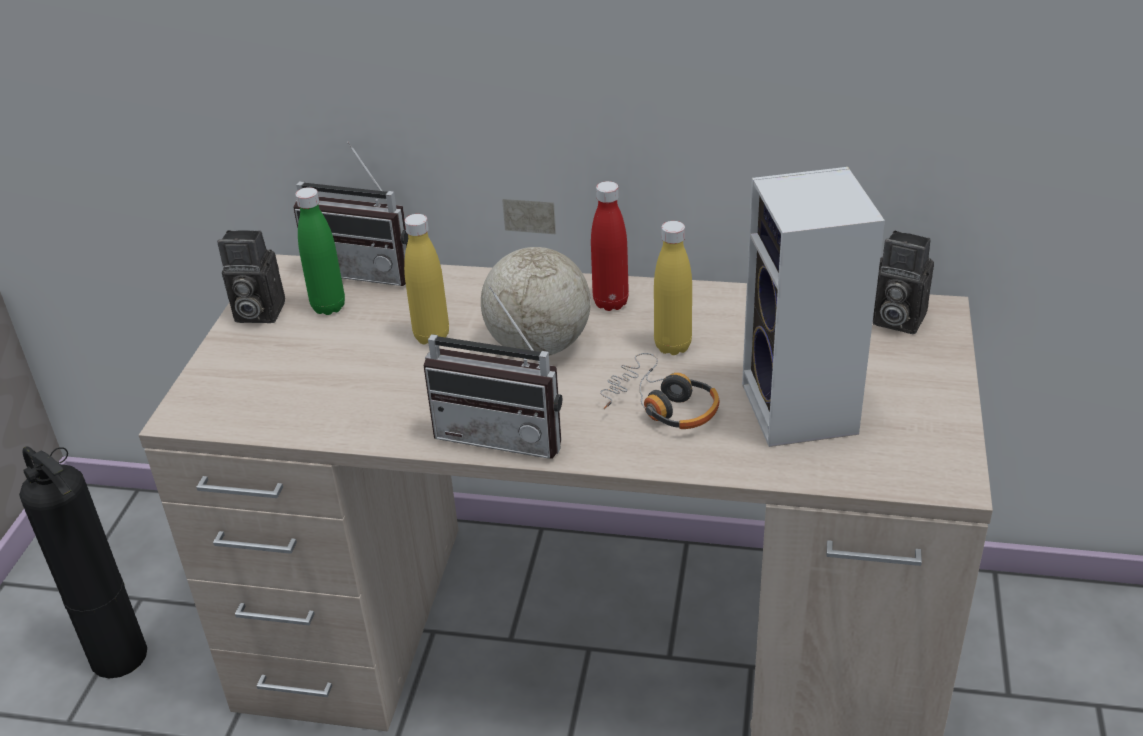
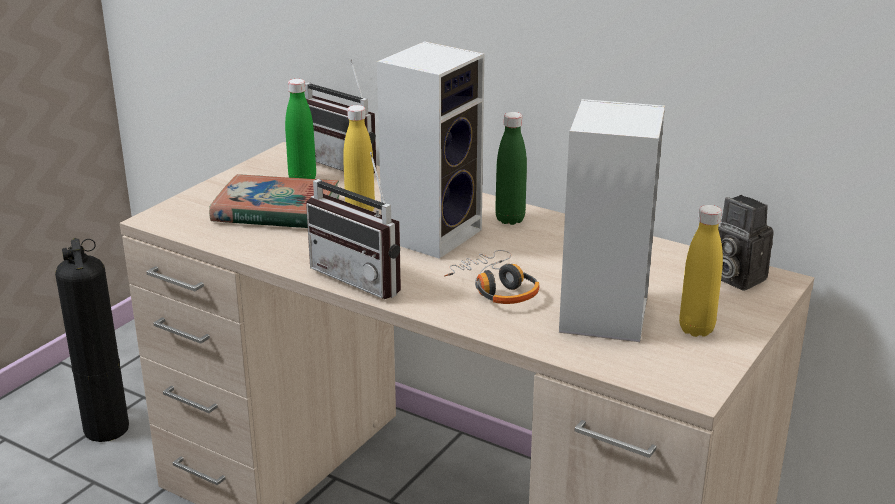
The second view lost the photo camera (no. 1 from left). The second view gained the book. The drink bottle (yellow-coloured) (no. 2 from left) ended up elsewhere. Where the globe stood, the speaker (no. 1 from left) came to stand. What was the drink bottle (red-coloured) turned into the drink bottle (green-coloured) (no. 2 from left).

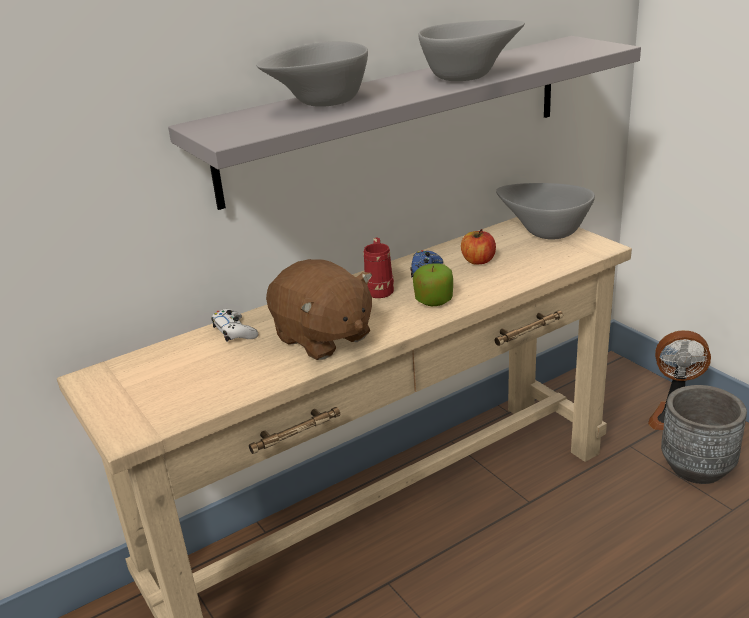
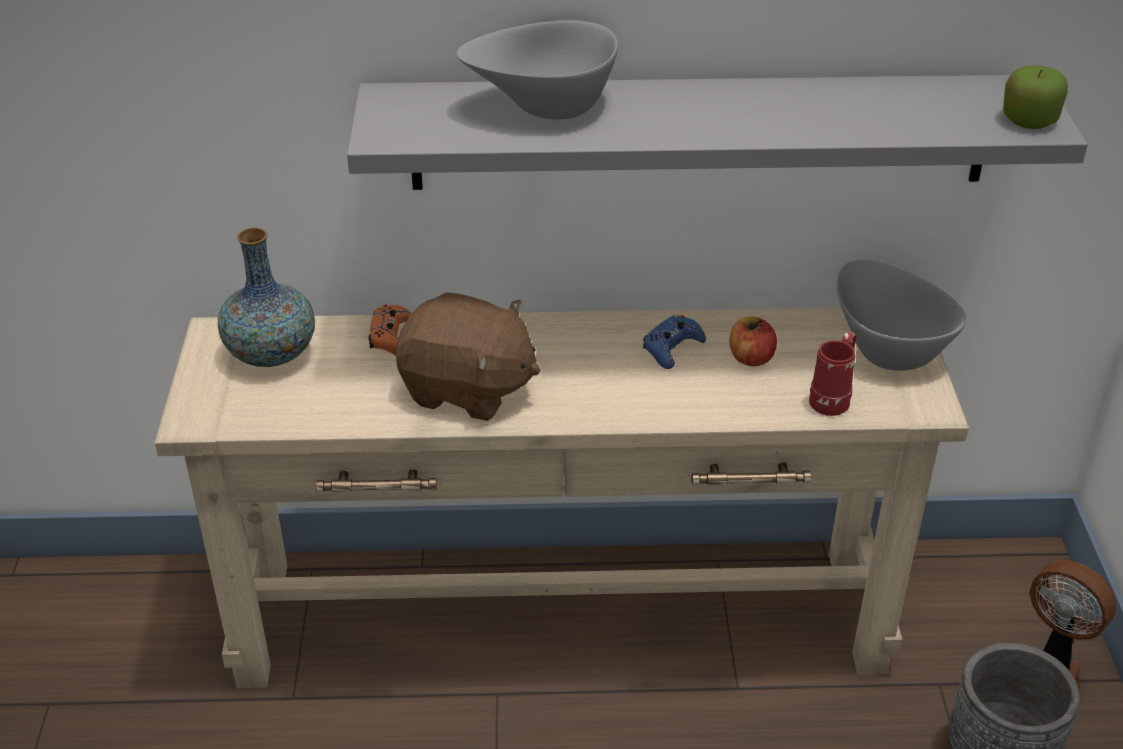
The second view lost the serving bowl (grey) (no. 2 from left). The second view gained the flower vase. The tea mug (red-coloured) ended up elsewhere. The apple fruit (no. 1 from left in the first image) ended up elsewhere. What was the joypad (white-coloured) turned into the joypad (orange). The cuddly toy (brown-coloured) ended up facing another way, 60 degrees counterclockwise from before.

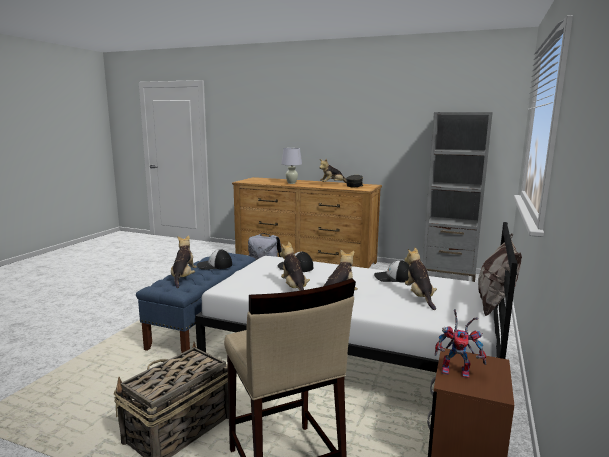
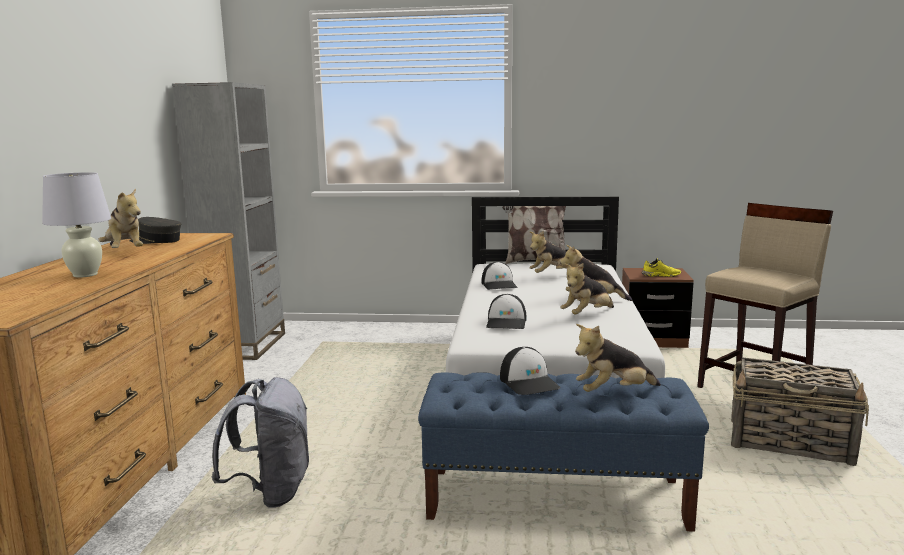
Where the toy robot stood, the item of footwear (yellow-coloured) came to stand.

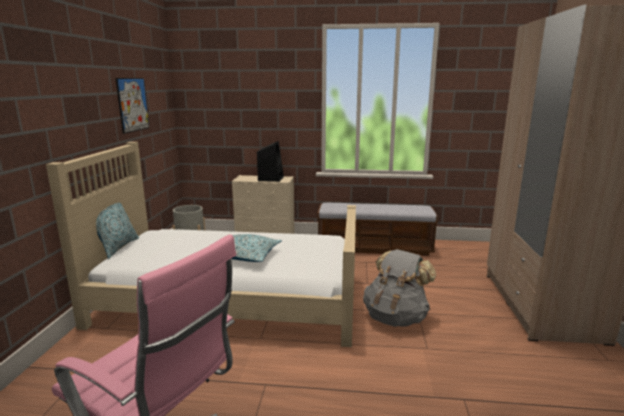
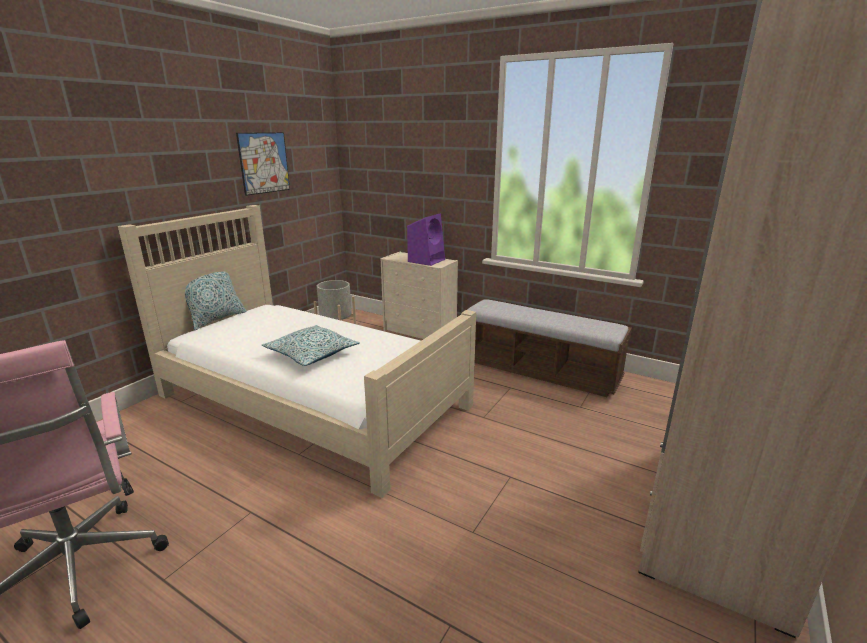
The second view lost the rucksack (grey). What was the speaker (black) turned into the speaker (purple).

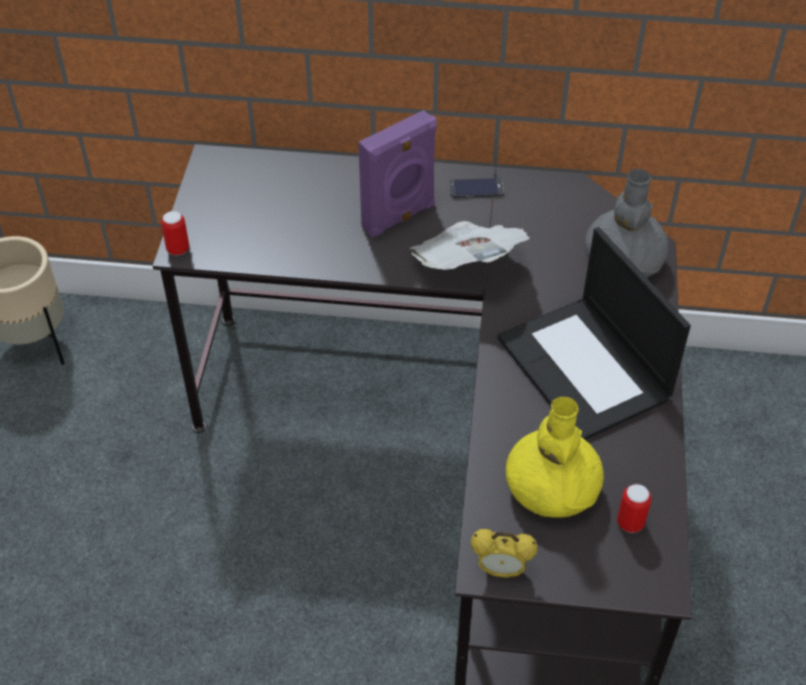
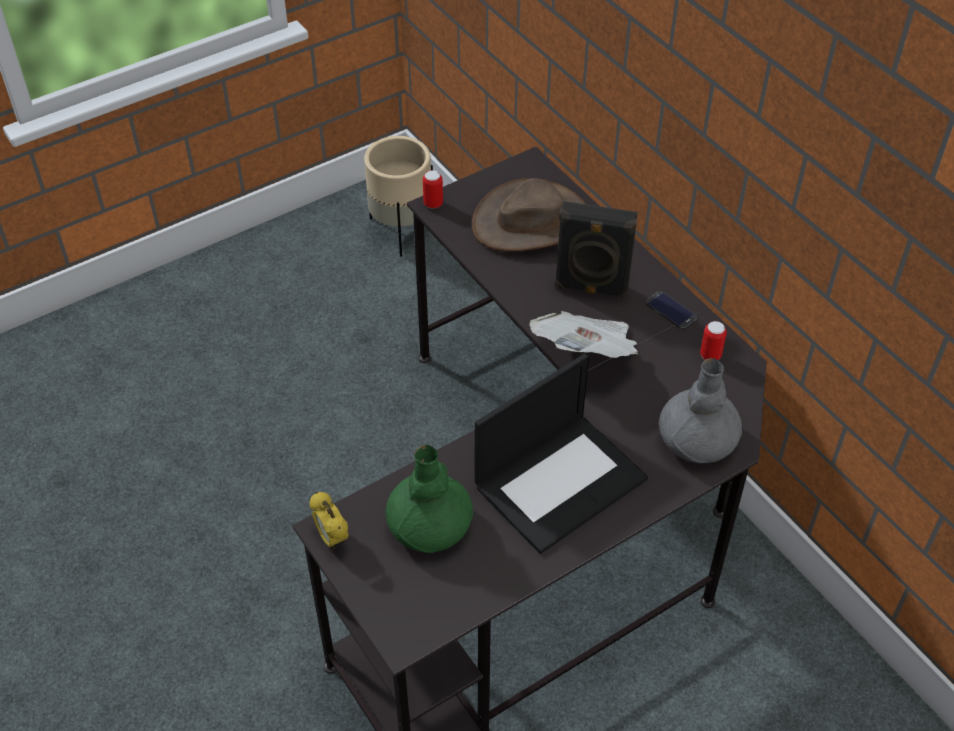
The second view gained the wearable hat (brown-coloured). The can (no. 2 from left) ended up elsewhere. What was the speaker (purple) turned into the speaker (black). What was the flower vase (yellow-coloured) turned into the flower vase (green-coloured). The laptop ended up facing another way, 150 degrees counterclockwise from before.

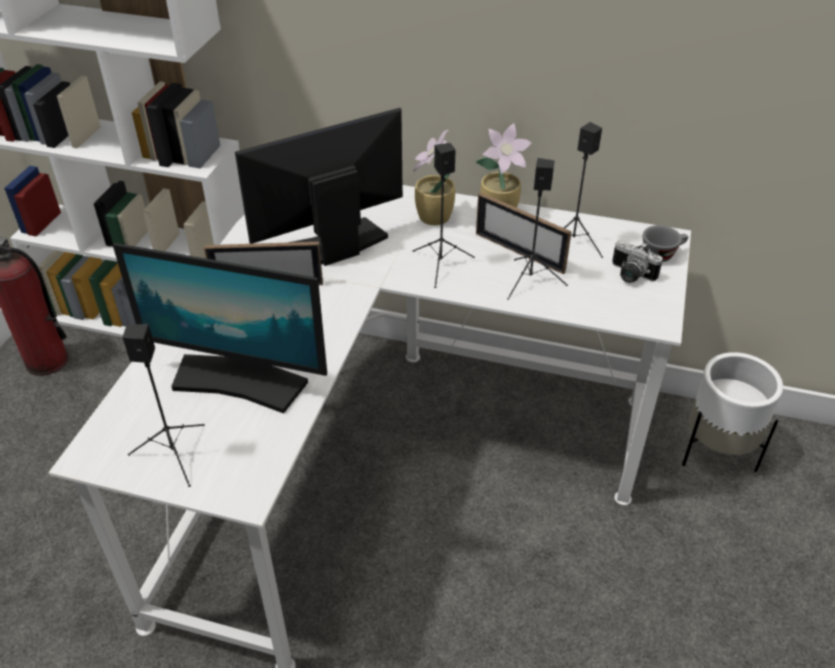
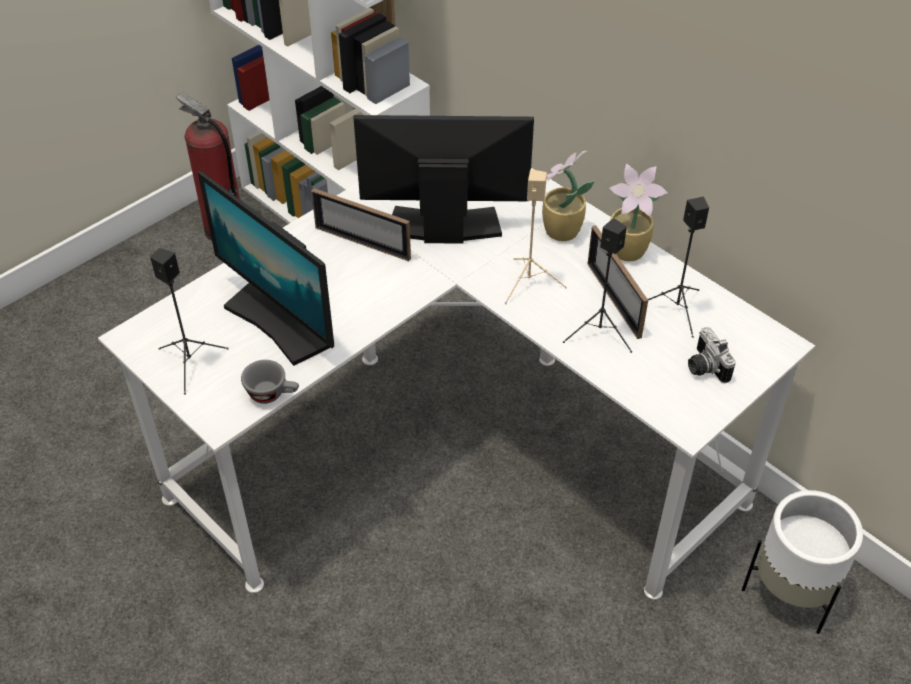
The drinking cup (grey) ended up elsewhere. What was the speaker (black) (no. 2 from left) turned into the speaker (sand-coloured).

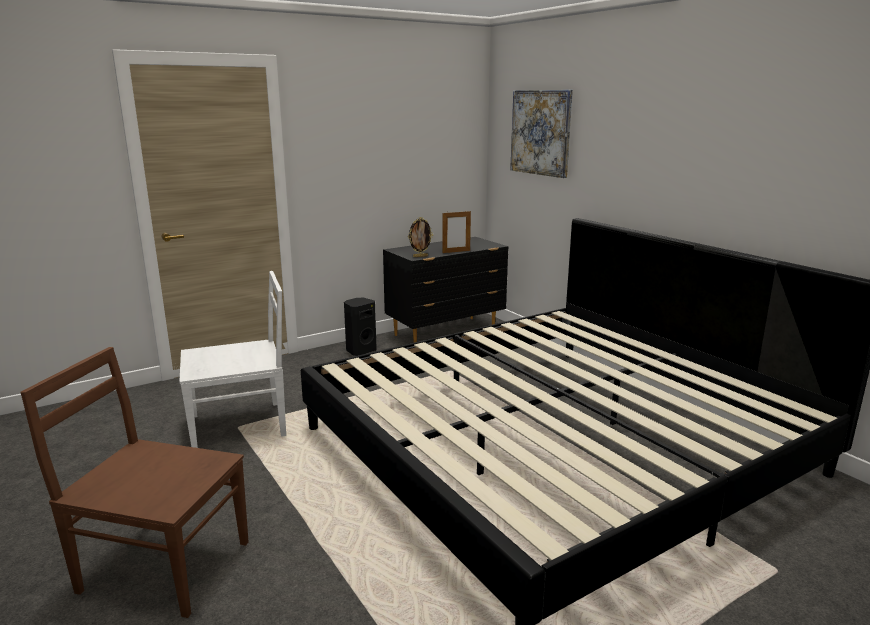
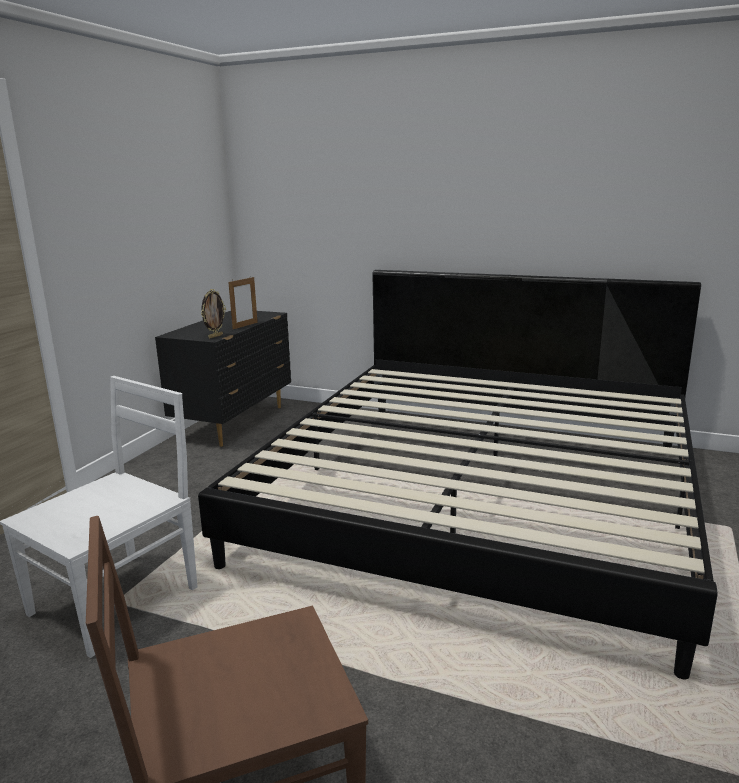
The second view lost the speaker (black). The second view lost the wall picture.

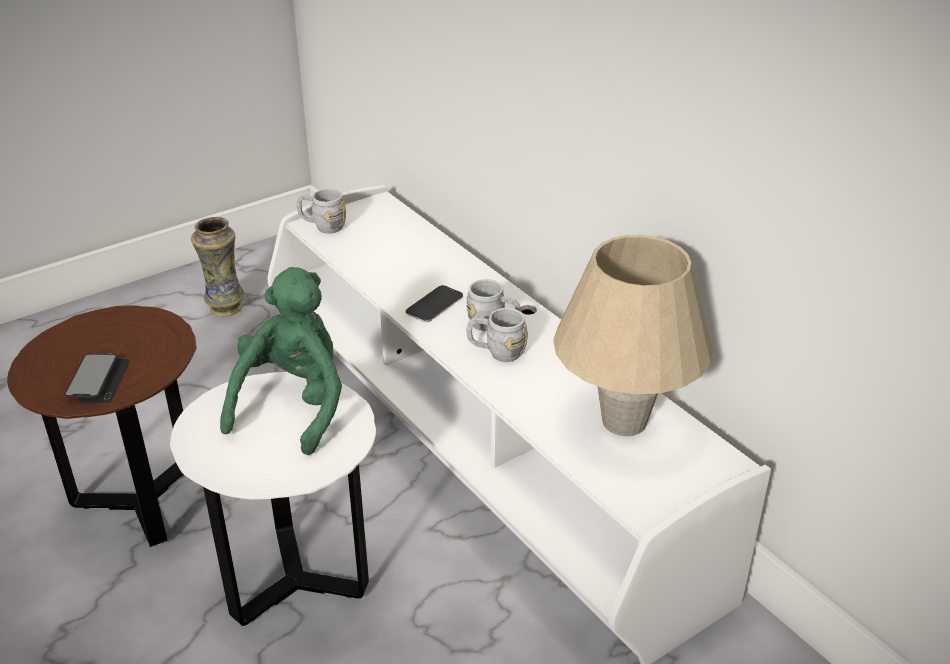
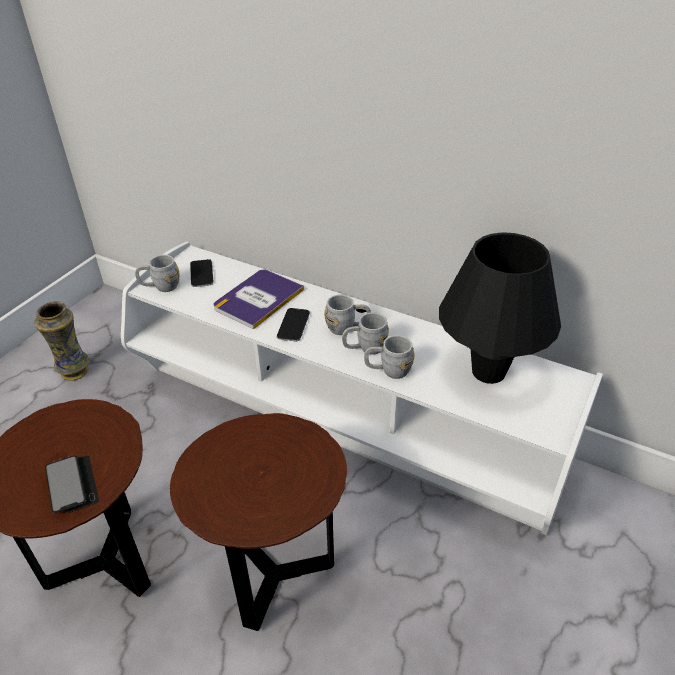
The second view lost the cuddly toy (green-coloured). The second view gained the telephone (no. 2 from left). The second view gained the book. The second view gained the tea mug (grey) (no. 4 from left). What was the accent table (white-coloured) turned into the accent table (brown-coloured) (no. 2 from left). What was the lamp for a table (sand-coloured) turned into the lamp for a table (black).

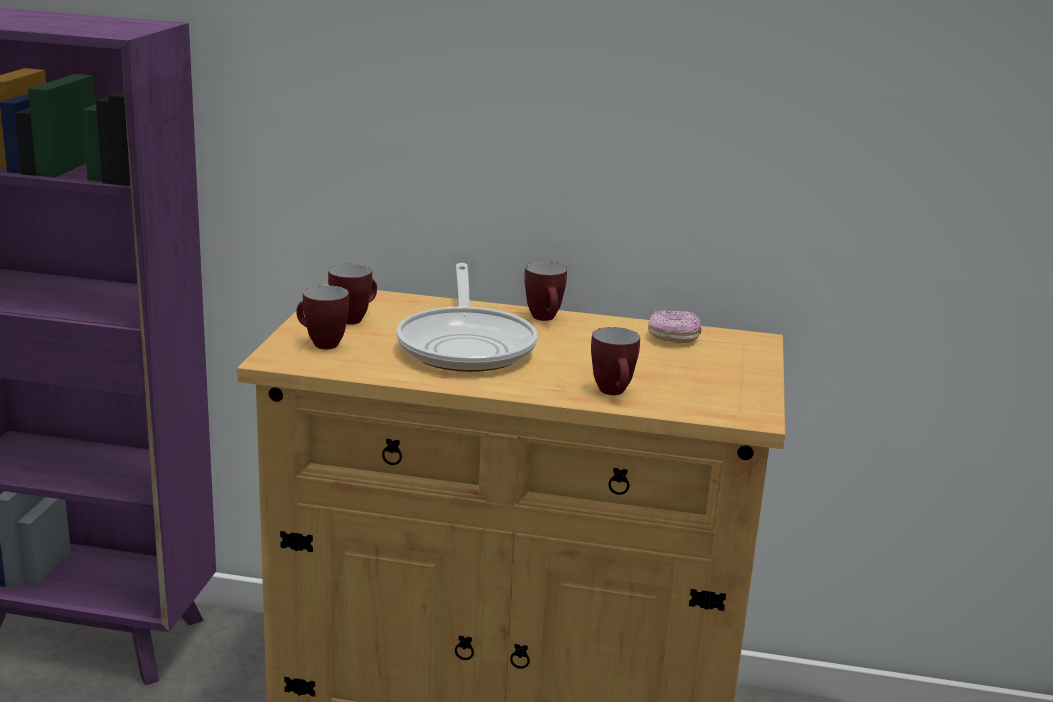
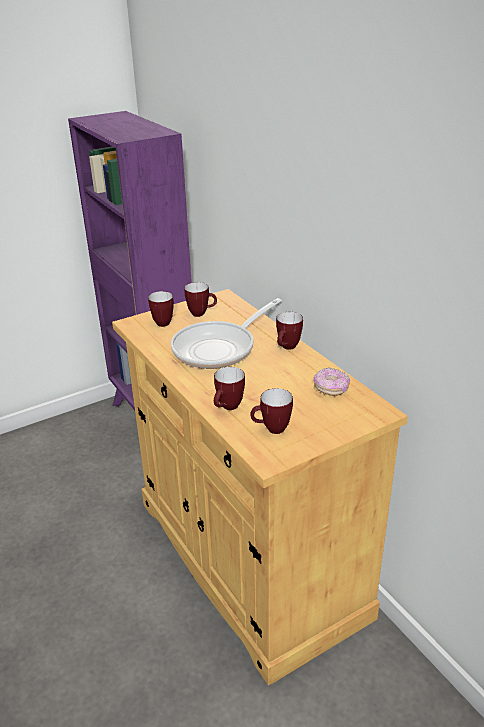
The second view gained the tea mug (no. 4 from left).

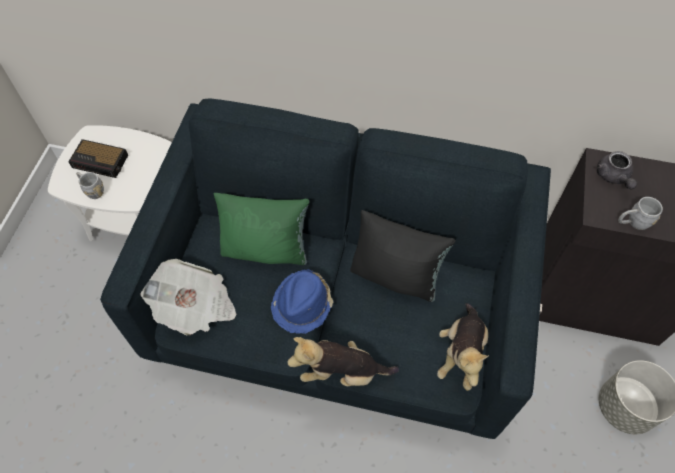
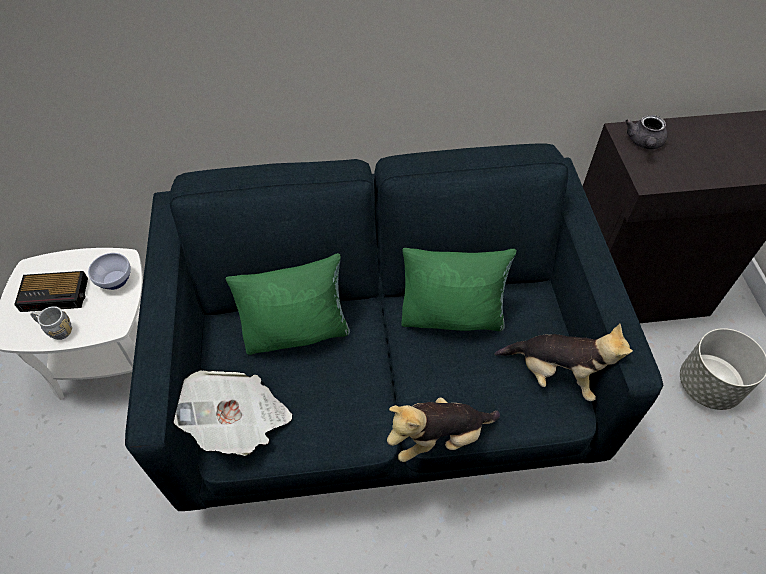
The second view lost the wearable hat (blue-coloured). The second view lost the tea mug (grey) (no. 2 from left). The second view gained the serving bowl. What was the throw pillow (black) turned into the throw pillow (green-coloured) (no. 2 from left). The cuddly toy (no. 2 from left) ended up facing another way, 60 degrees counterclockwise from before. The teapot (grey) ended up facing another way, 45 degrees clockwise from before.

